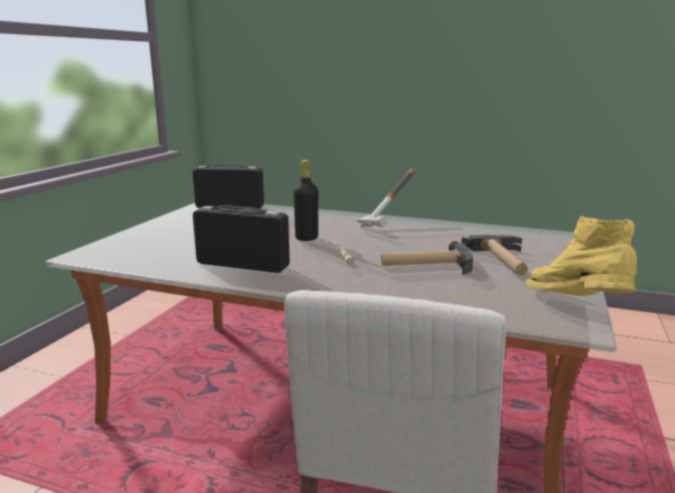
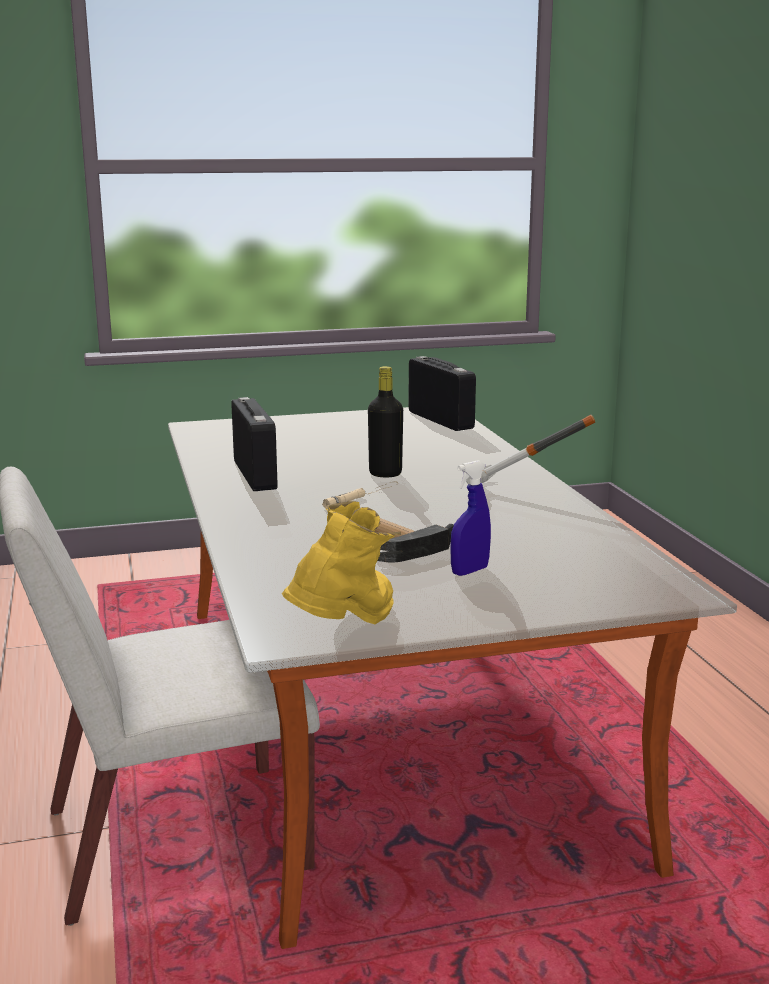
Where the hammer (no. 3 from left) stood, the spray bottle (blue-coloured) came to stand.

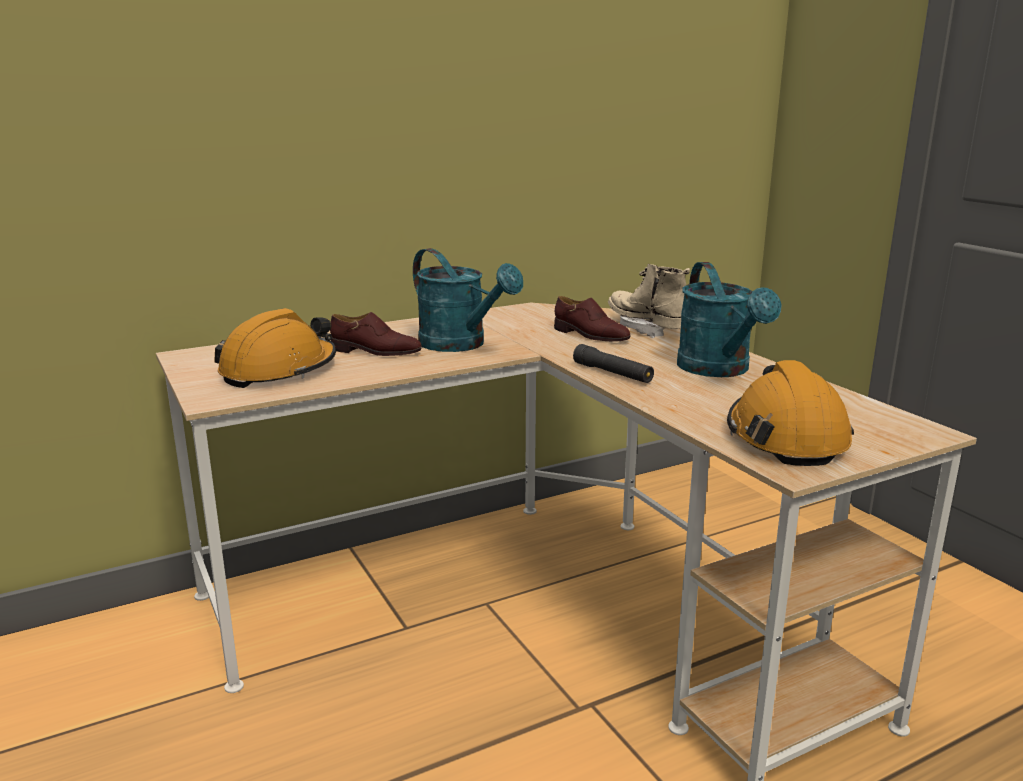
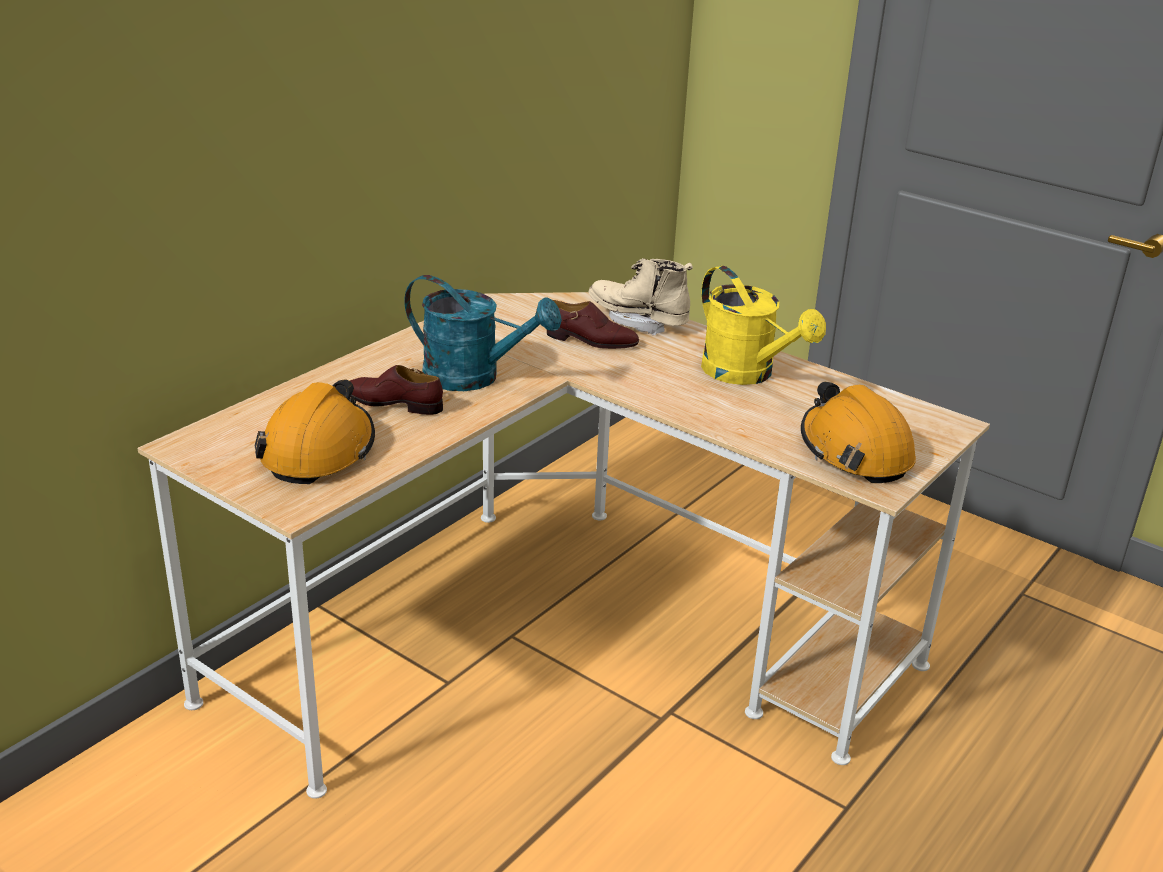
The second view lost the hand torch (black). What was the watering pot (blue-green) (no. 2 from left) turned into the watering pot (yellow-coloured). The item of footwear (brown-coloured) (no. 1 from left) ended up facing another way, 150 degrees counterclockwise from before.

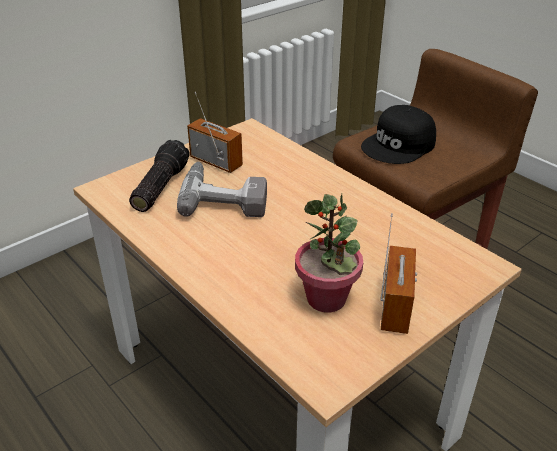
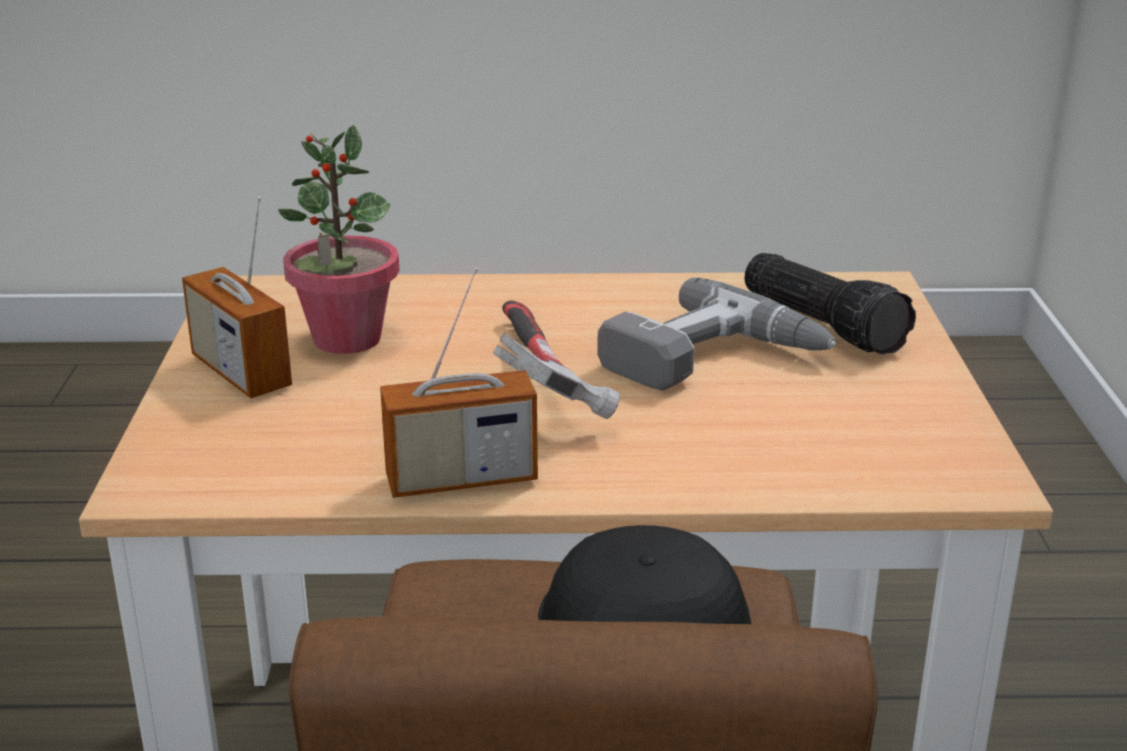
The second view gained the hammer. The radio receiver (no. 1 from left in the first image) ended up elsewhere.

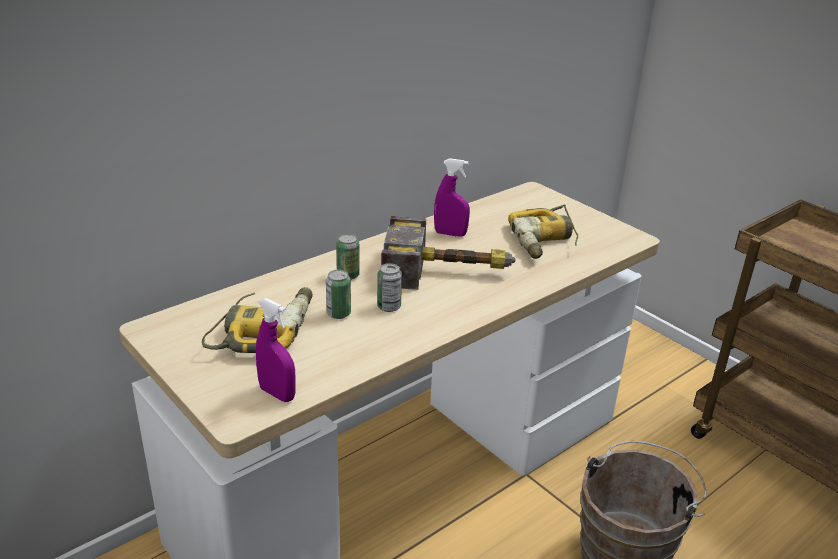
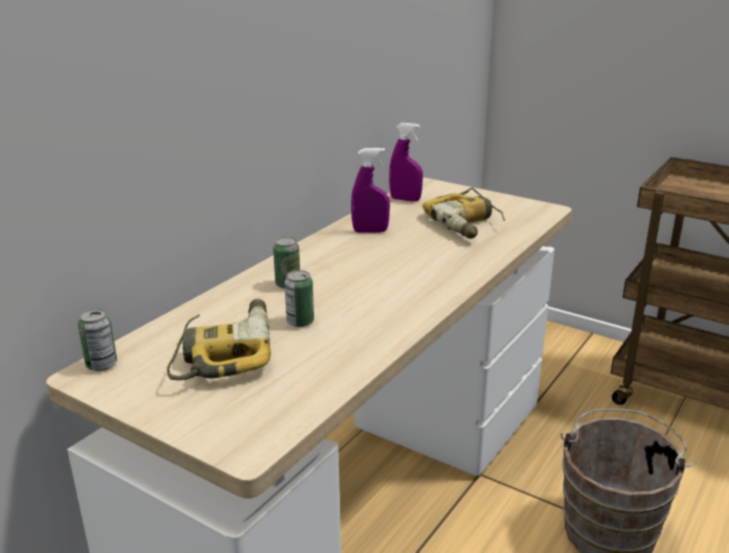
The second view lost the hammer. The spray bottle (purple) (no. 1 from left in the first image) ended up elsewhere. The can (no. 3 from left in the first image) ended up elsewhere.

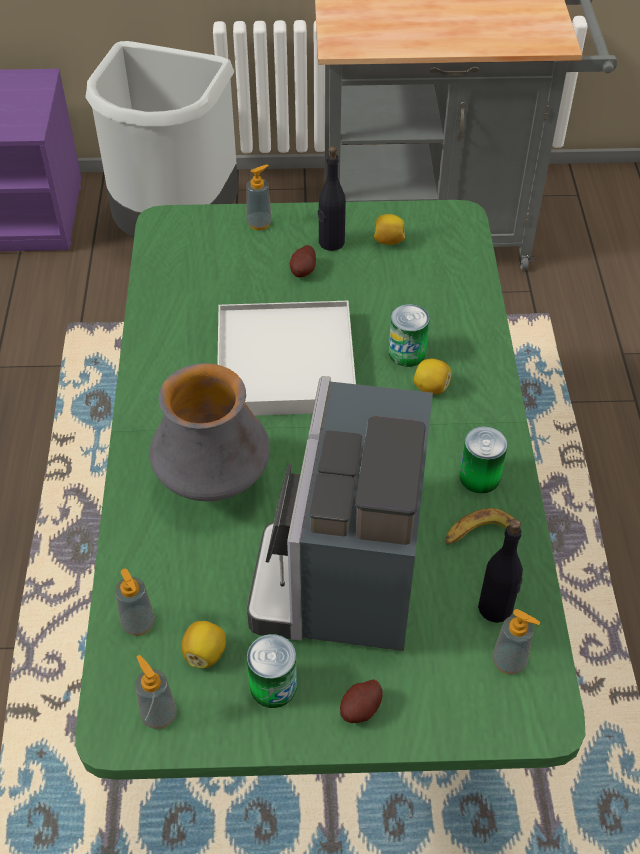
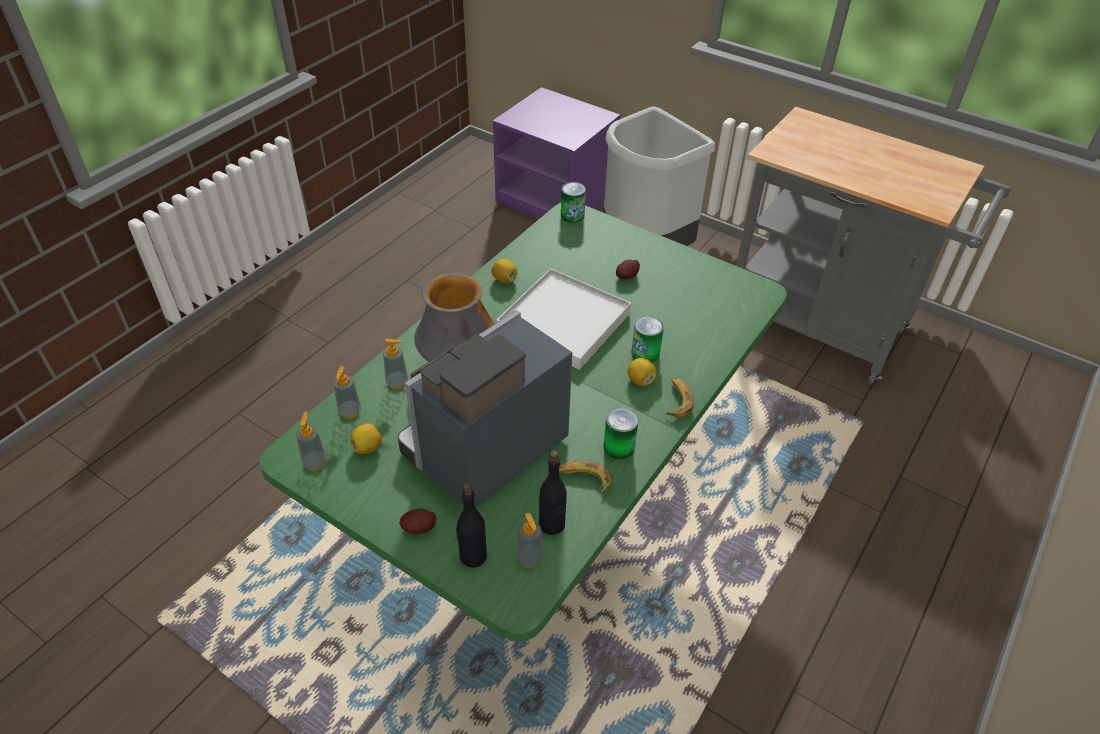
The second view gained the banana (no. 2 from left). The soap bottle (no. 3 from left) ended up elsewhere. The can (no. 1 from left) ended up elsewhere. The drink bottle (black) (no. 1 from left) ended up elsewhere. The citrus fruit (no. 2 from left) ended up elsewhere.

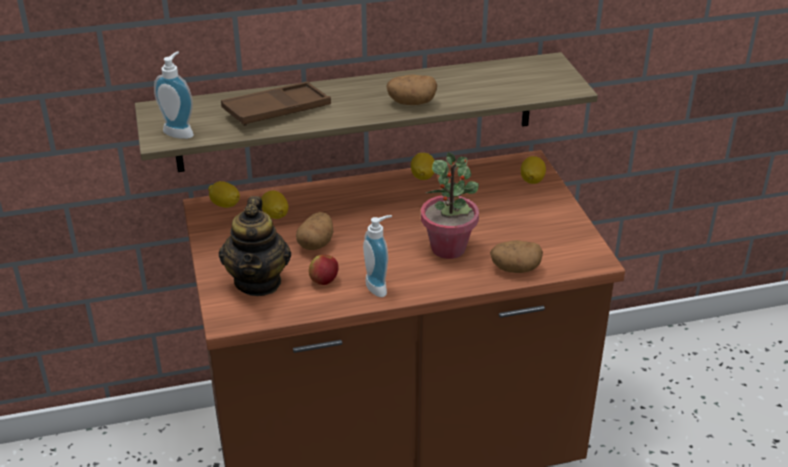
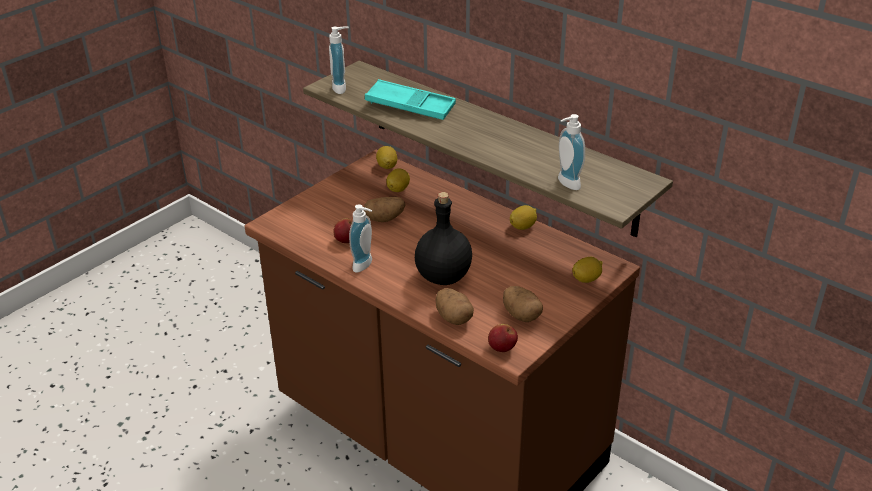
The second view lost the teapot. The second view gained the apple fruit (no. 2 from left). The second view gained the soap bottle (no. 3 from left). The spud (no. 2 from left in the first image) ended up elsewhere. Where the plant in a pot stood, the drink bottle (black) came to stand. What was the tray (brown-coloured) turned into the tray (blue-green).

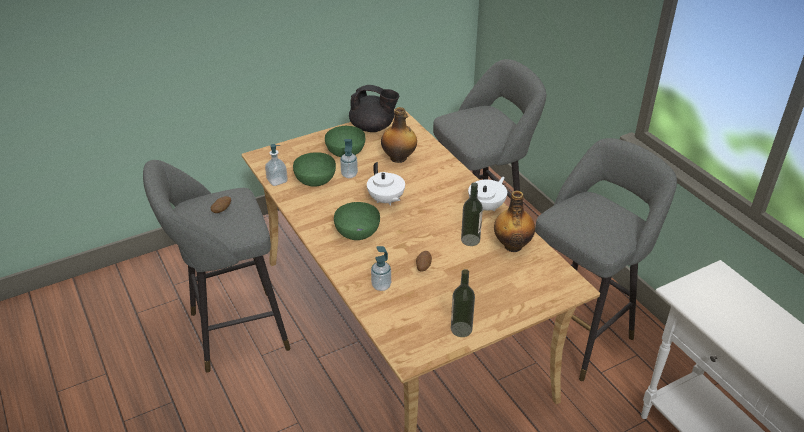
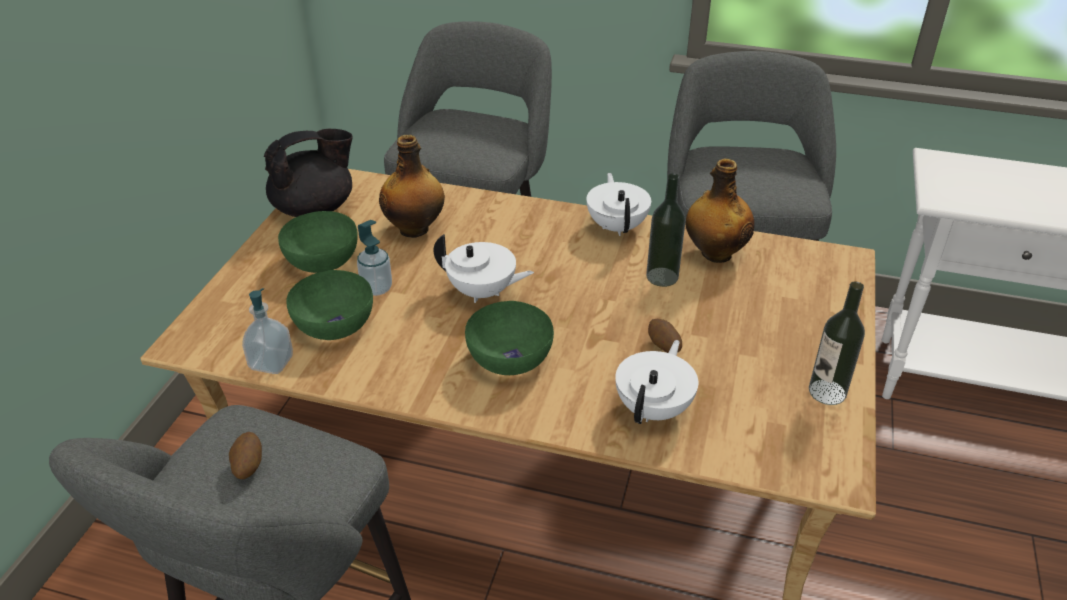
Where the soap bottle (no. 3 from left) stood, the teapot (white-coloured) (no. 3 from left) came to stand.

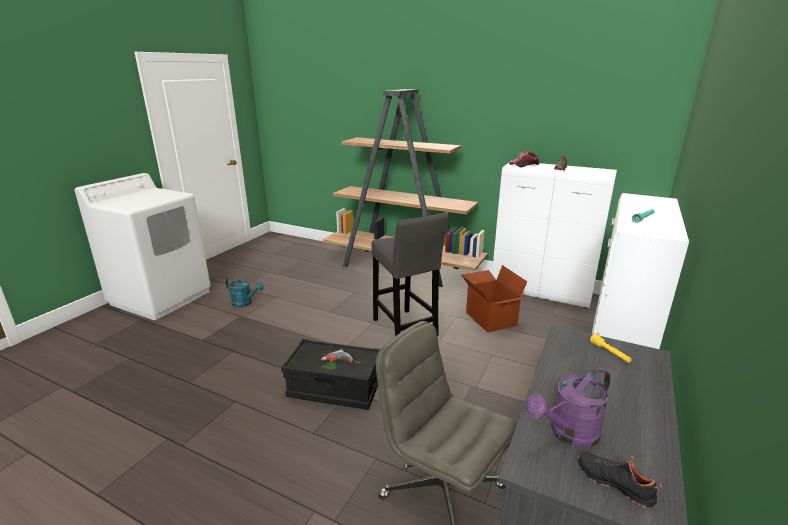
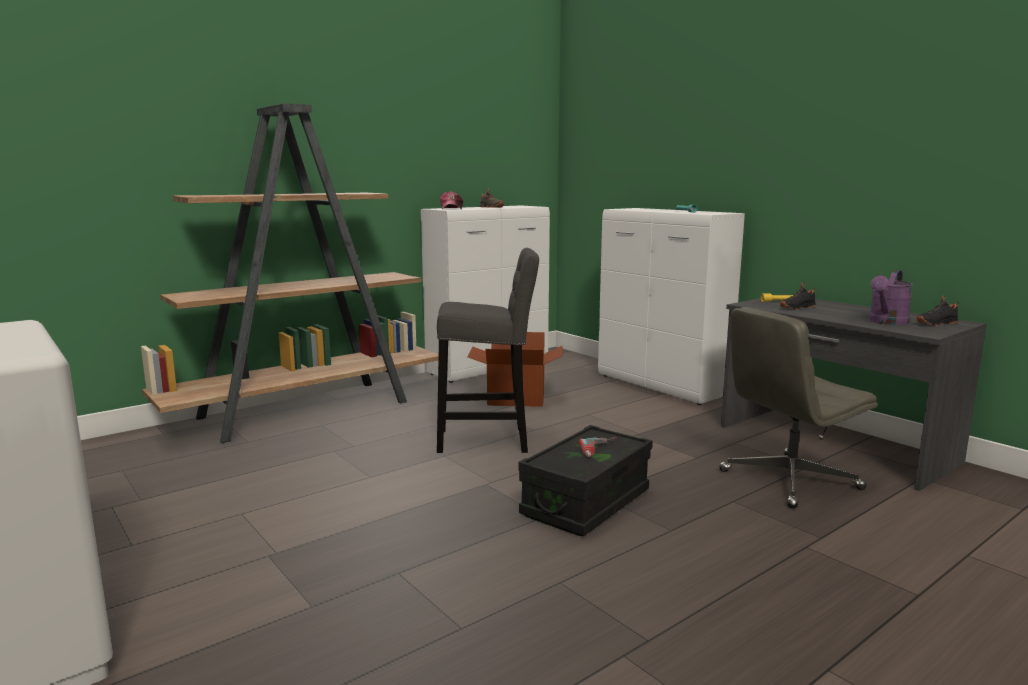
The second view lost the watering pot (blue-green). The second view gained the item of footwear (black) (no. 2 from left). The watering pot (purple) ended up facing another way, 45 degrees clockwise from before.

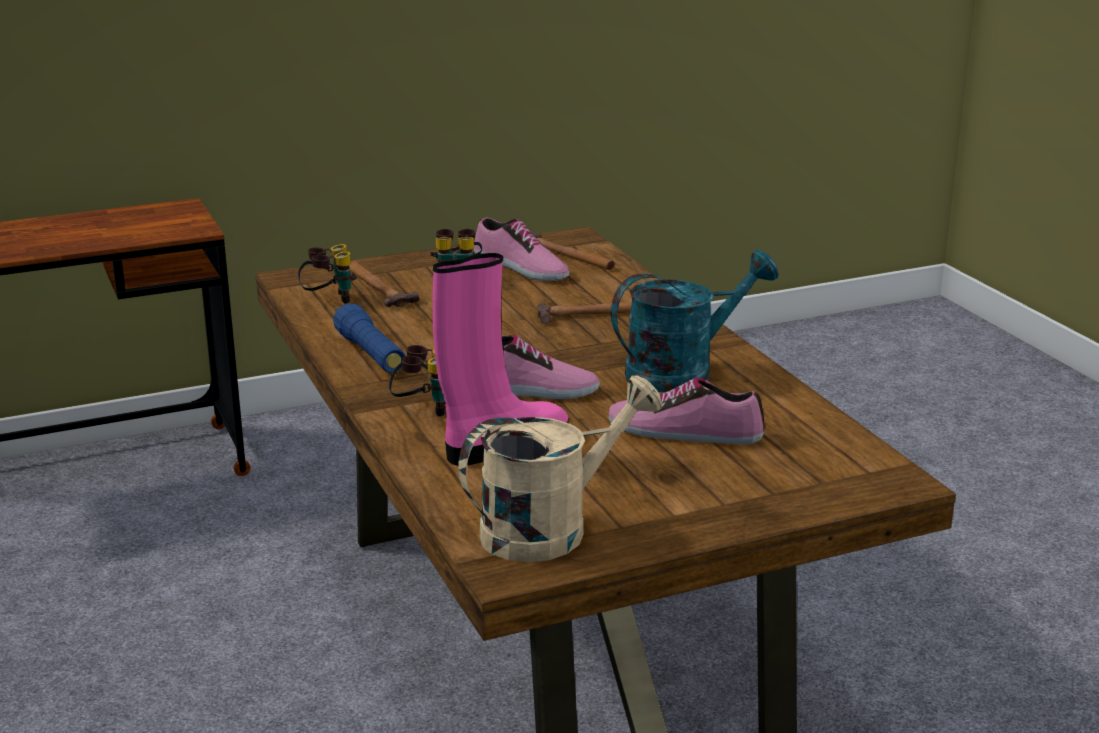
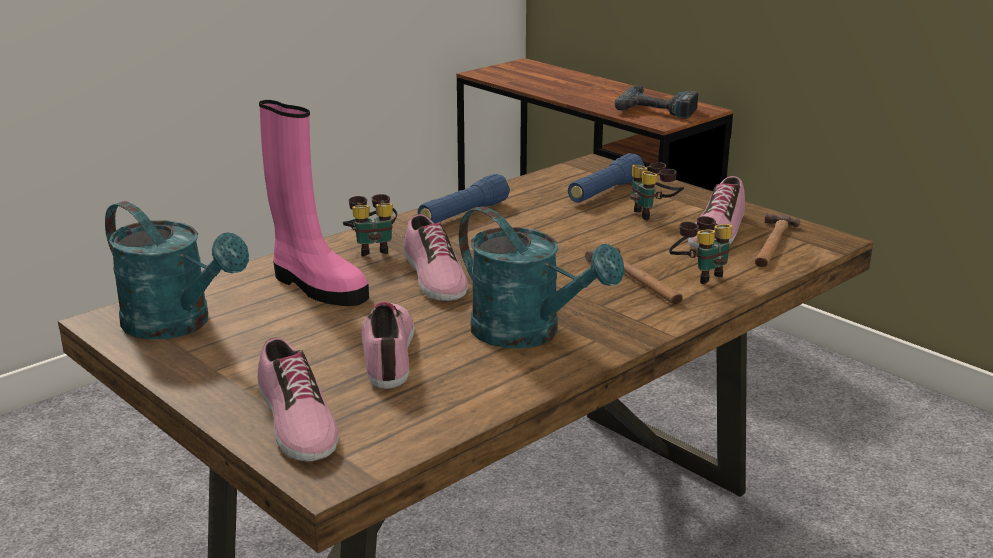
The second view gained the item of footwear (no. 1 from left). The second view gained the drill. The binoculars (no. 1 from left in the first image) ended up elsewhere. Where the hammer (no. 1 from left) stood, the hand torch (blue-coloured) (no. 2 from left) came to stand. What was the watering pot (sand-coloured) turned into the watering pot (blue-green) (no. 1 from left).

